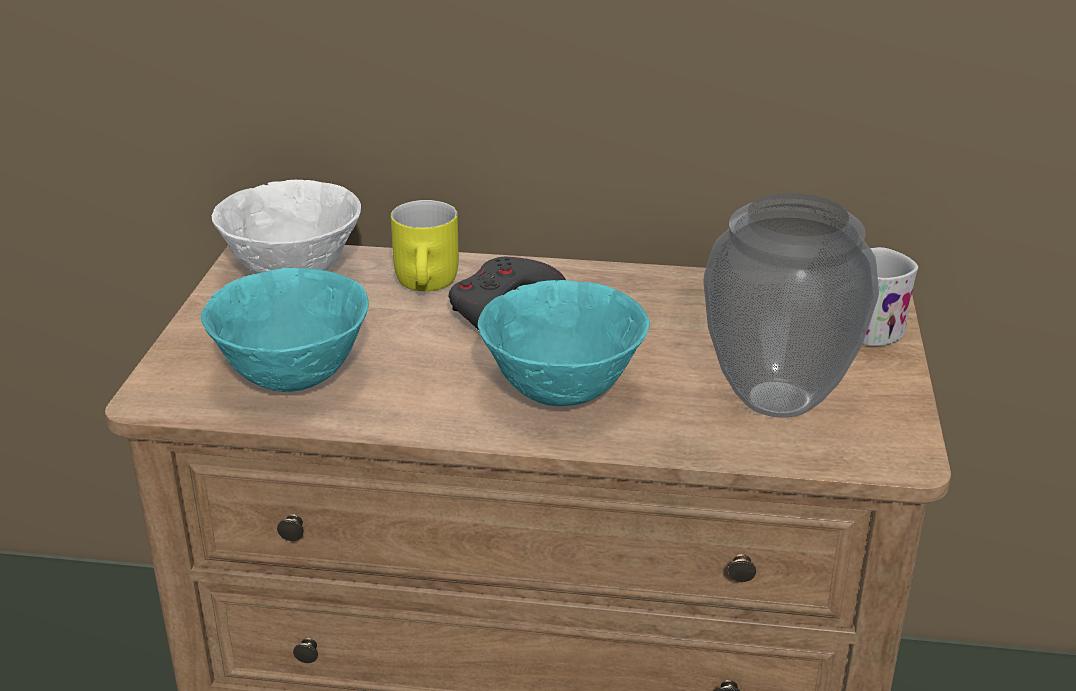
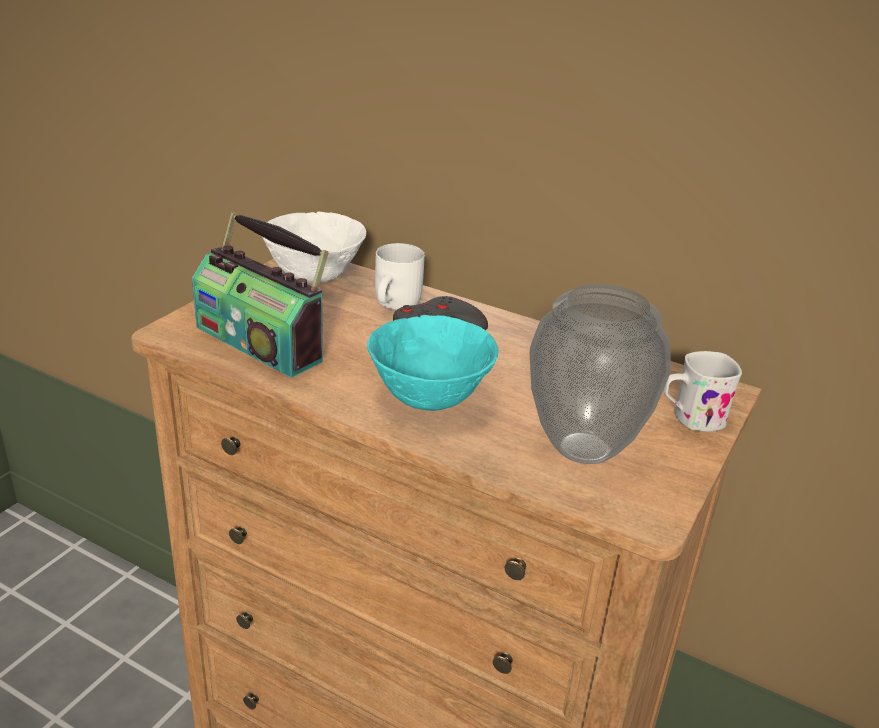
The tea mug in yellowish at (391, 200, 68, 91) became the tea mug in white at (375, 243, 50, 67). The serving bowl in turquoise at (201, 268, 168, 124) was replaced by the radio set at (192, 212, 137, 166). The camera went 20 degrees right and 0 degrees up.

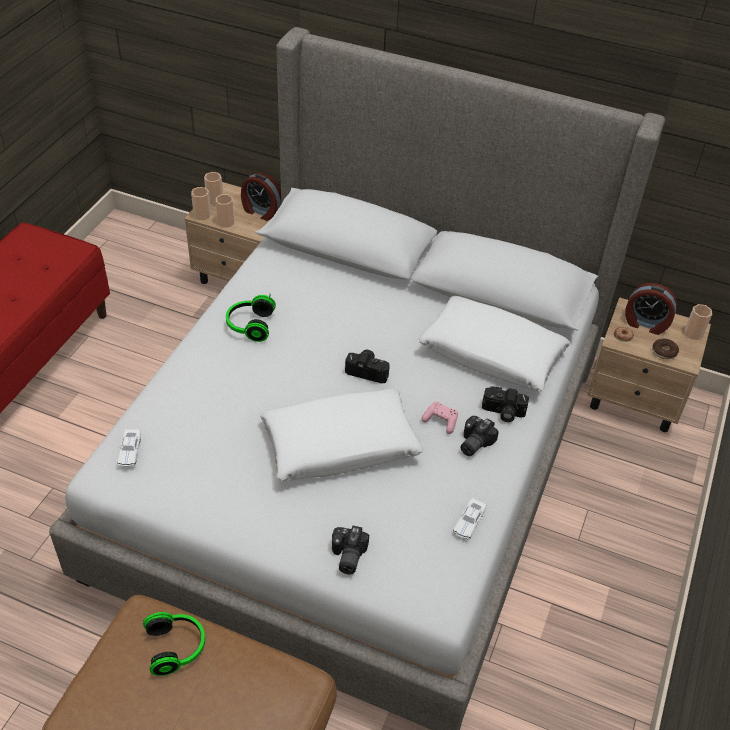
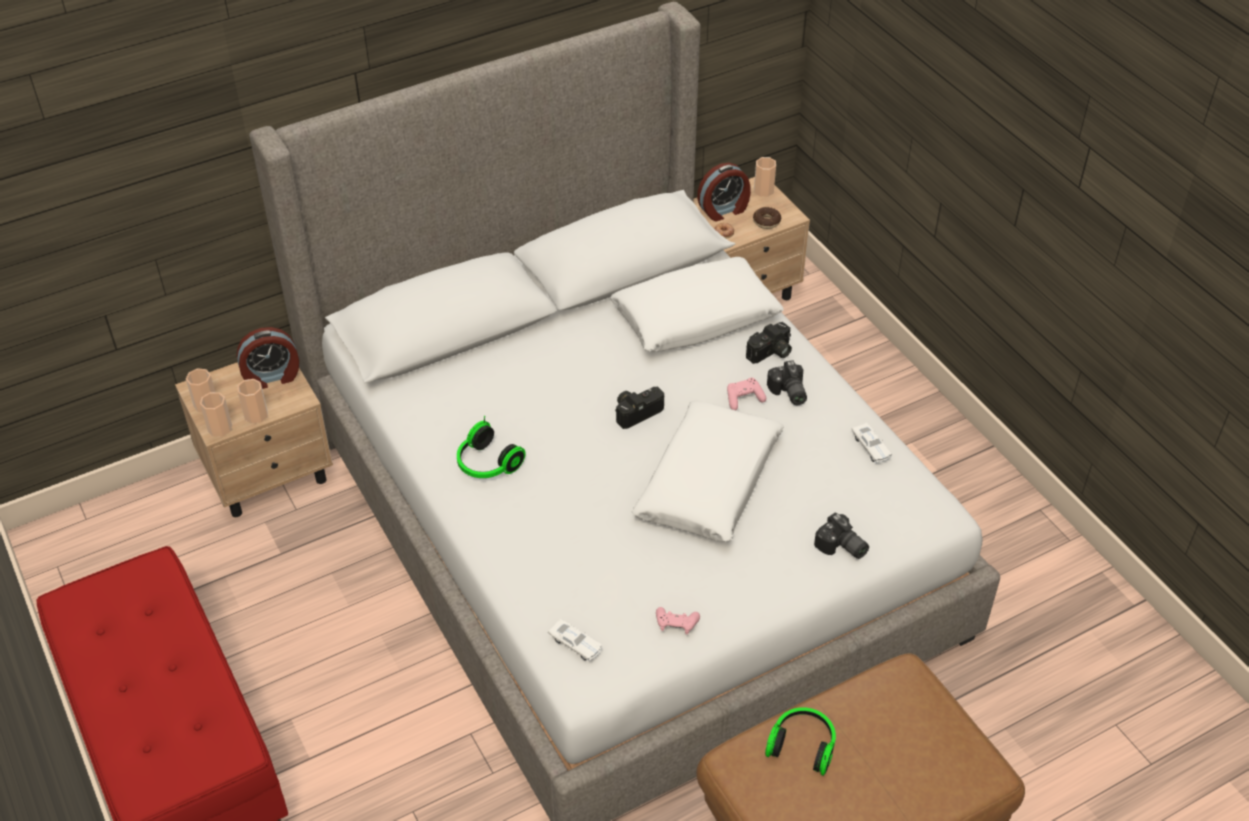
The game controller in pink at (656, 607, 44, 27) appeared. The camera went 50 degrees left and 0 degrees up.

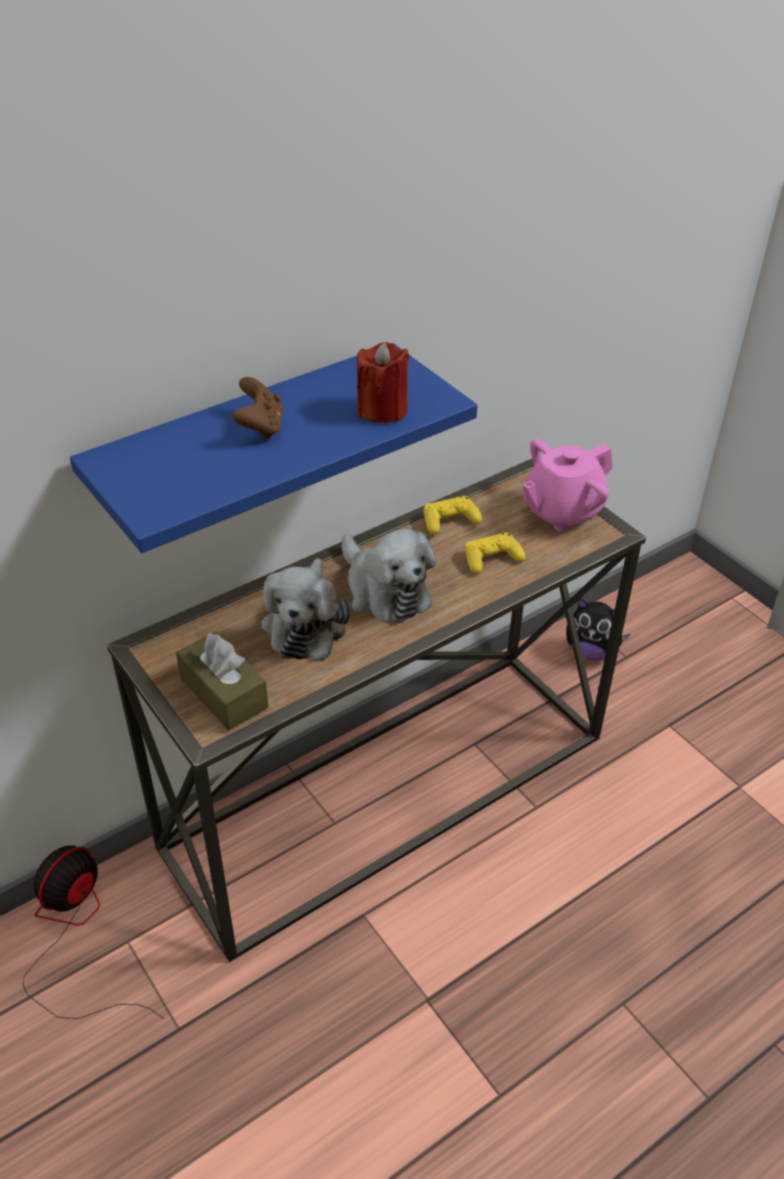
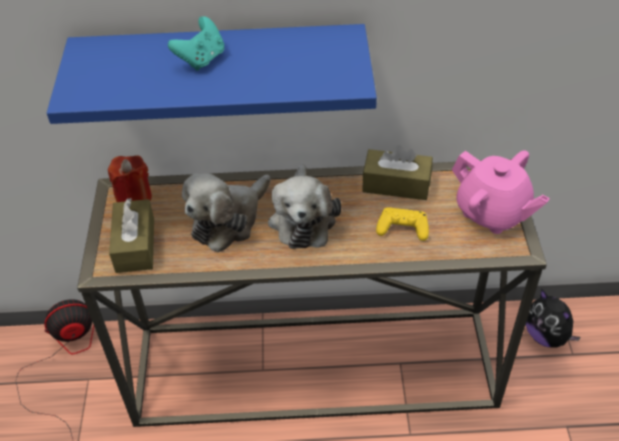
The candle in red moved from (357, 342, 52, 81) to (108, 155, 44, 47). The game controller in brownish at (232, 377, 52, 62) became the game controller in turquoise at (168, 16, 57, 55). The tea pot in pink at (523, 439, 89, 92) turned 135 degrees counterclockwise. The game controller in yellowish at (423, 496, 59, 38) was replaced by the tissue holder in brownish at (362, 145, 71, 55). The camera went 35 degrees right and 5 degrees up.

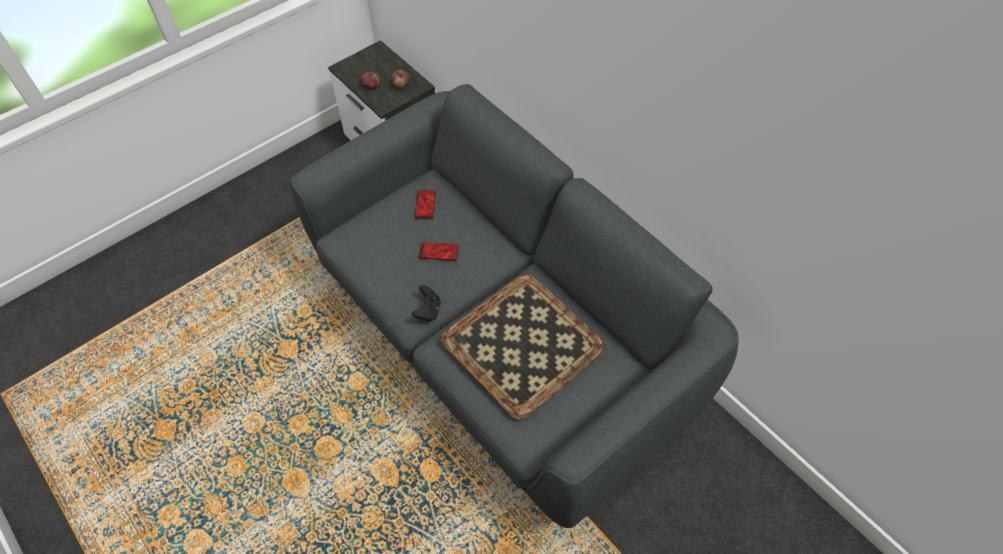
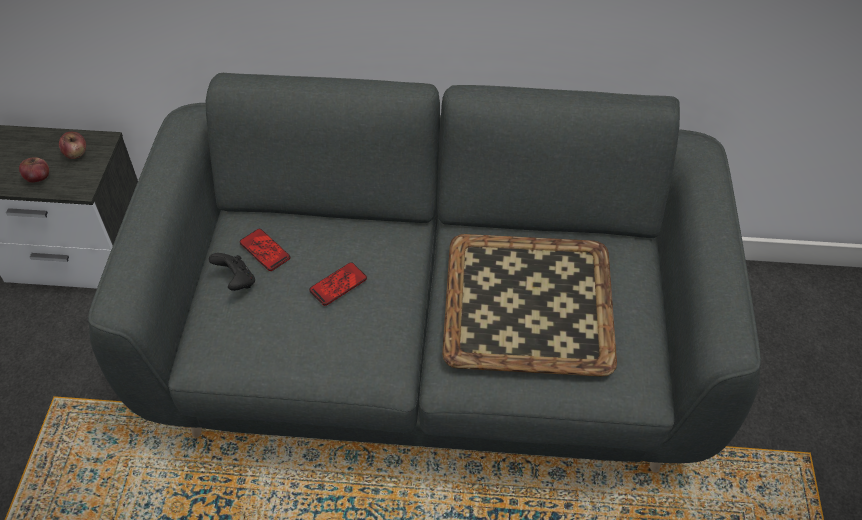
The game controller in blackish moved from (412, 285, 29, 36) to (209, 253, 46, 38). The camera went 45 degrees left and 5 degrees down.

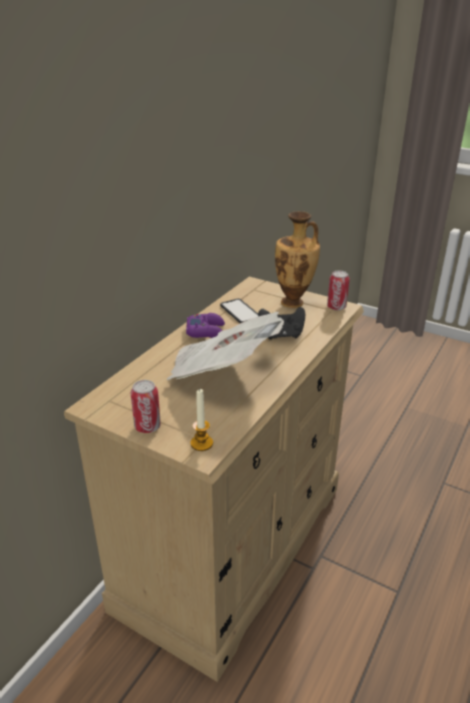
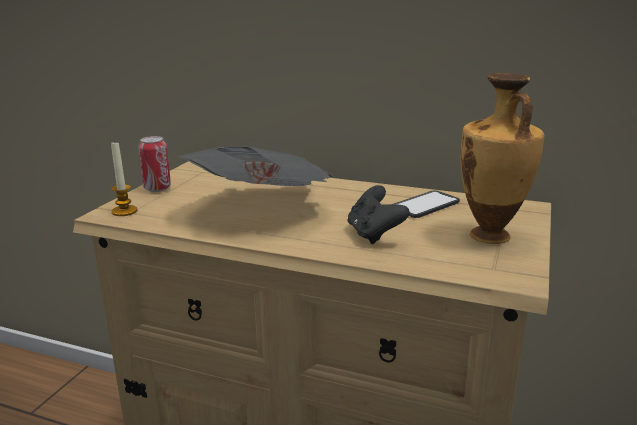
The can at (327, 271, 23, 40) disappeared. The game controller in purple-coloured at (186, 313, 39, 25) disappeared. The camera went 80 degrees right and 10 degrees down.

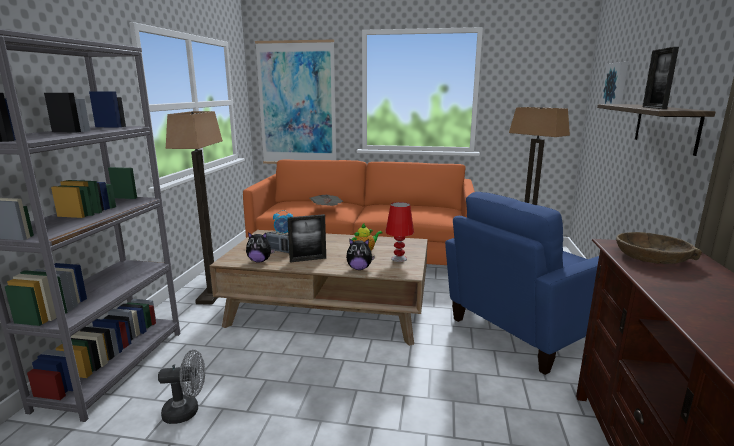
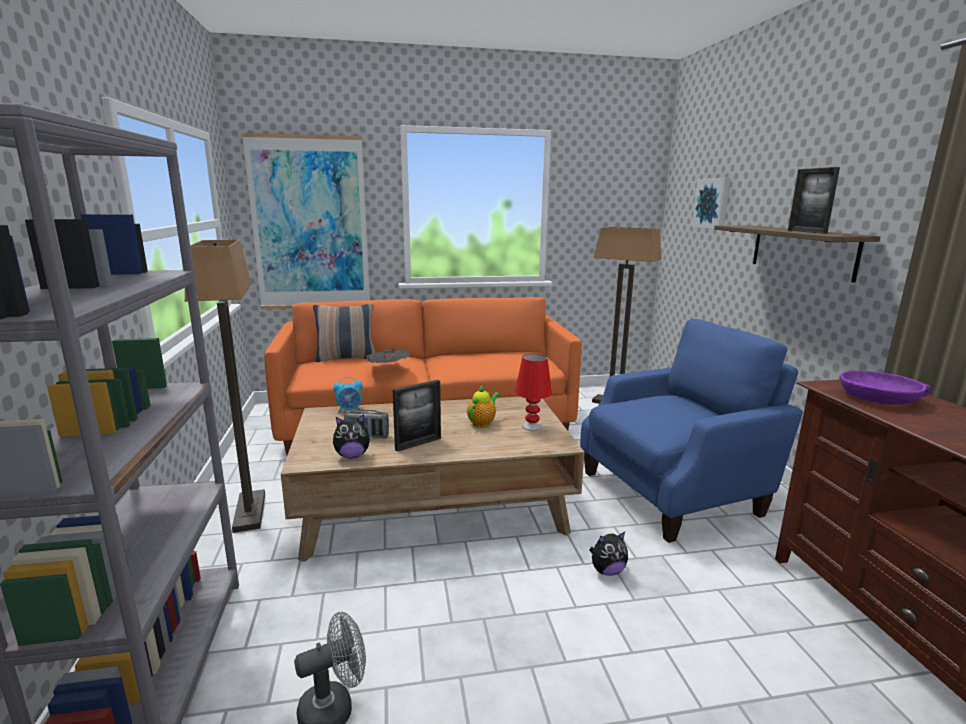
The easy chair in blue at (445, 192, 154, 183) turned 150 degrees counterclockwise. The serving bowl in brownish at (616, 232, 86, 32) became the serving bowl in purple-coloured at (840, 370, 91, 35). The soft toy moved from (346, 239, 29, 31) to (589, 532, 39, 44). The pillow at (313, 303, 63, 59) appeared. The camera went 20 degrees left and 0 degrees up.

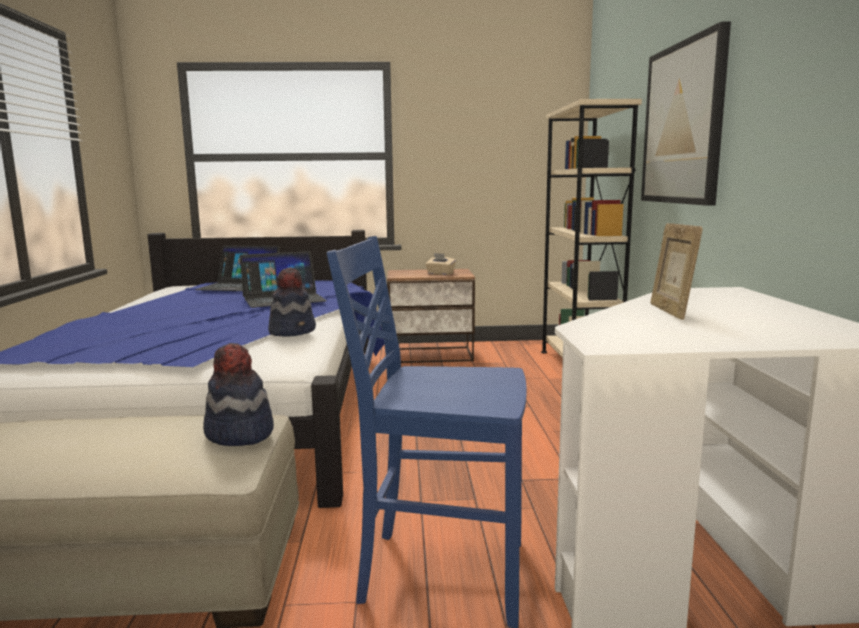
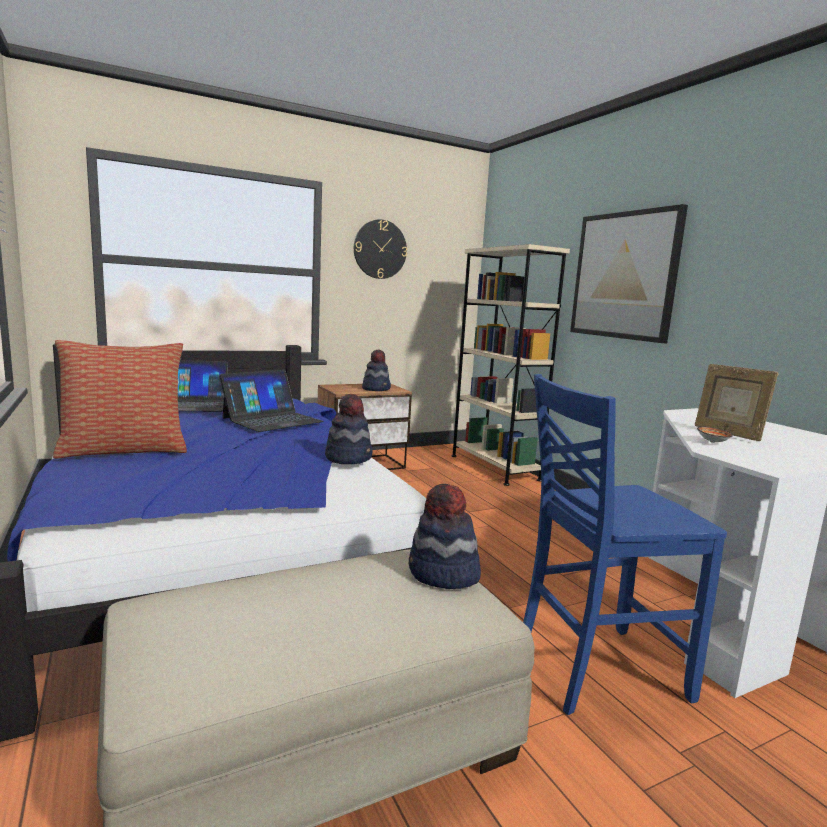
The tissue holder in beige-coloured at (425, 253, 31, 22) was replaced by the hat at (362, 350, 29, 41). The hanging clock at (354, 219, 53, 60) appeared. The pillow at (53, 340, 134, 119) appeared. The serving bowl at (697, 426, 36, 17) appeared. The camera went 25 degrees left and 0 degrees up.

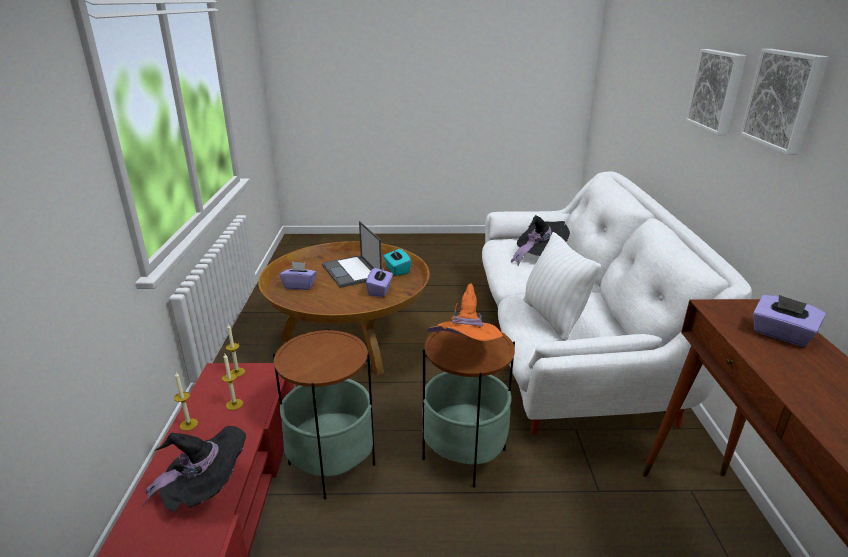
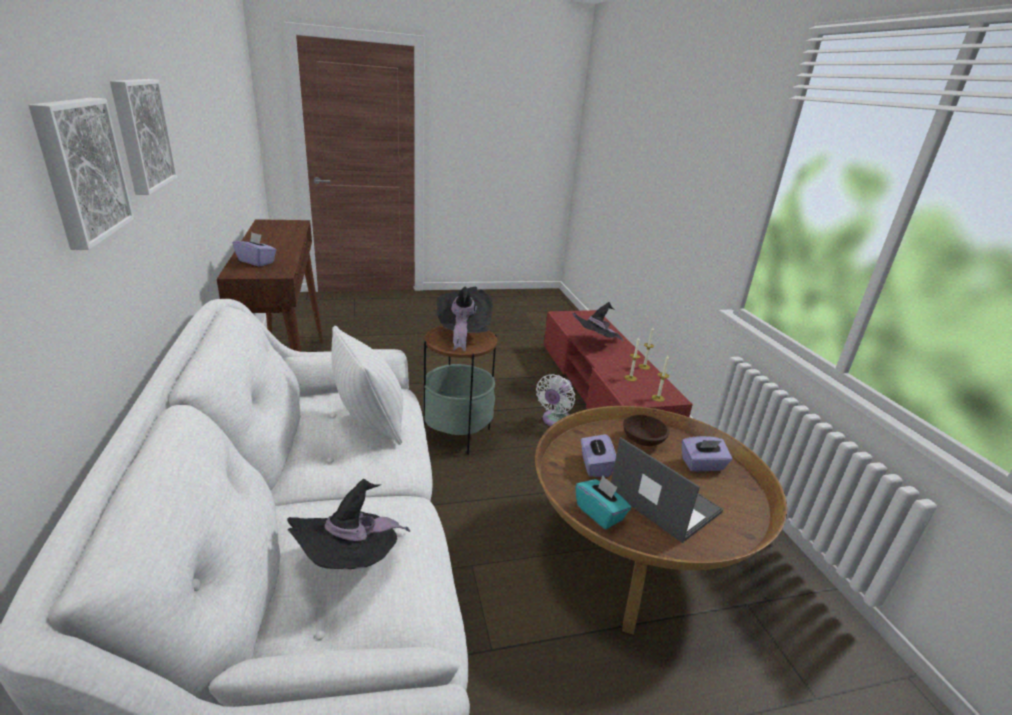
The hat in orange-coloured at (427, 283, 76, 58) became the hat in blackish at (437, 287, 56, 65). The end table at (273, 329, 102, 170) was replaced by the fan in white at (536, 374, 39, 52). The serving bowl in brownish at (623, 415, 47, 31) appeared. The camera went 165 degrees right and 0 degrees up.

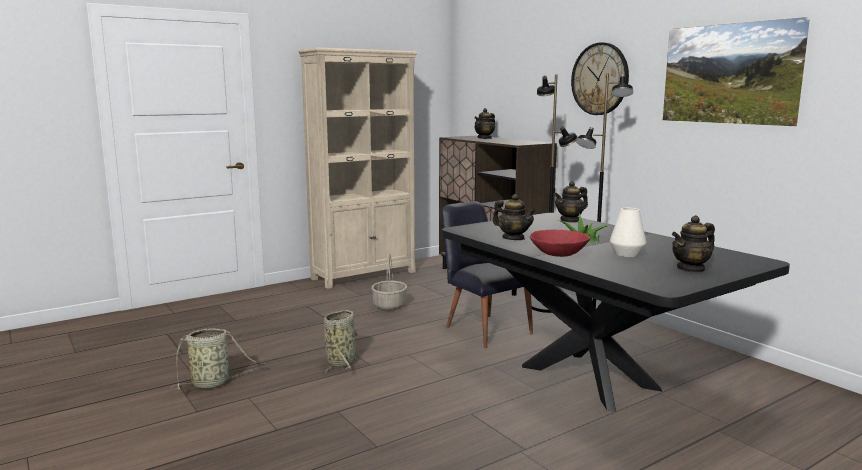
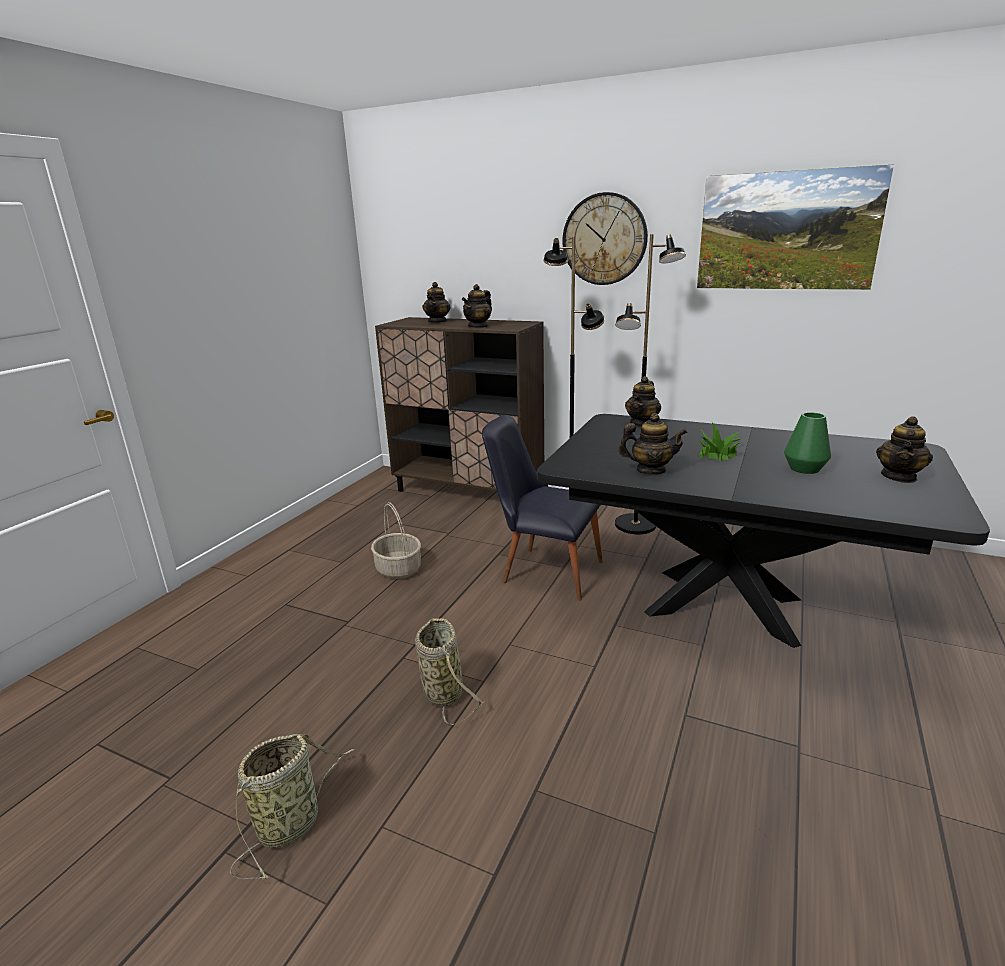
The shelving unit in beige-coloured at (298, 47, 120, 242) disappeared. The decorative vase in white at (610, 208, 36, 49) became the decorative vase in green at (784, 412, 47, 62). The serving bowl in red at (530, 230, 60, 27) disappeared. The tea pot at (462, 284, 30, 44) appeared. The camera went 30 degrees left and 10 degrees up.

